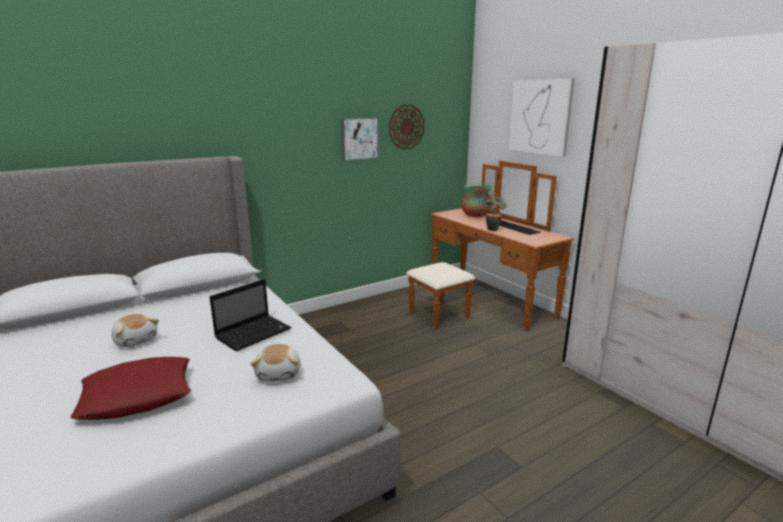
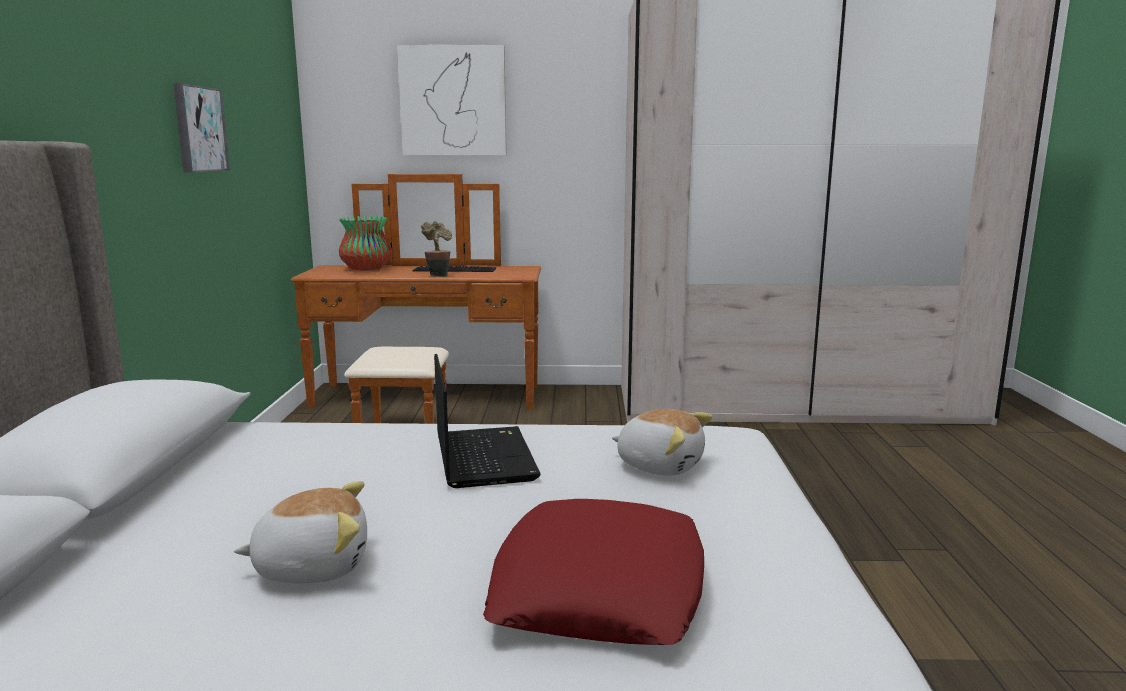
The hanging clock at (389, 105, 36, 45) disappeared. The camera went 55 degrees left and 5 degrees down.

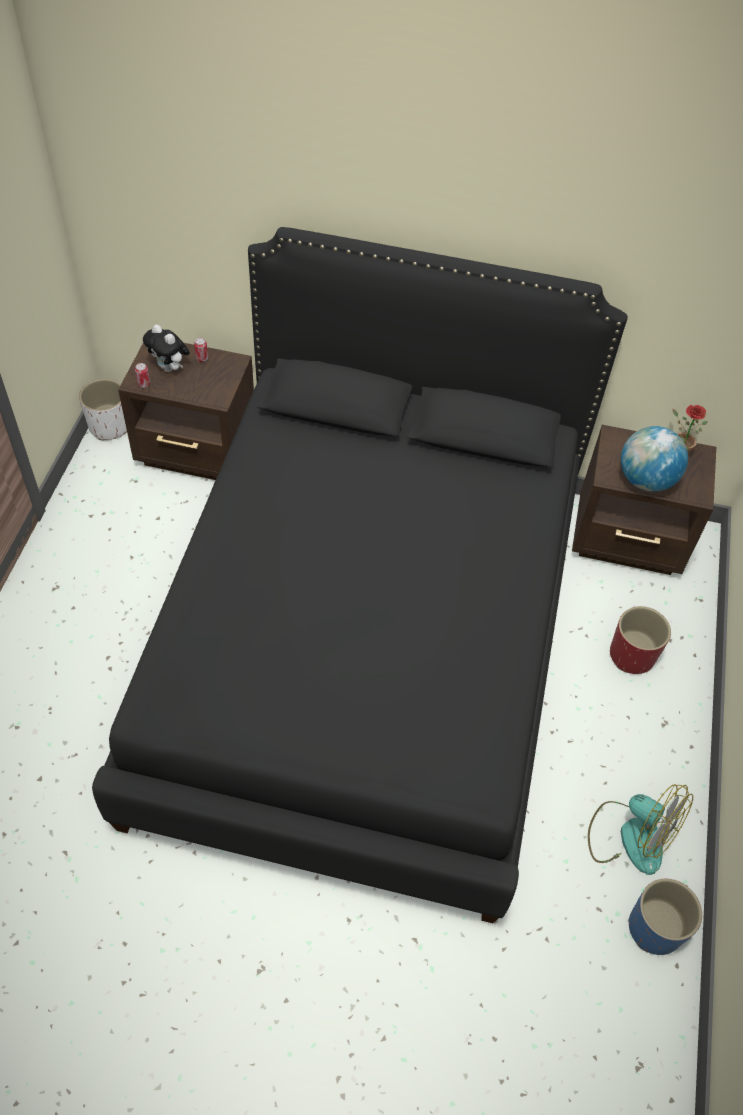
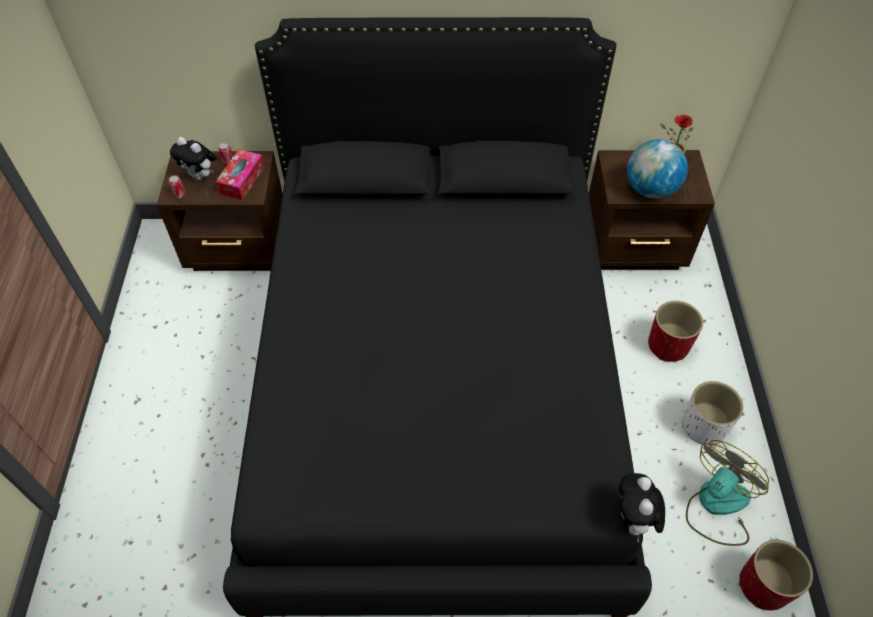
The flower pot in white moved from (79, 379, 48, 61) to (682, 381, 61, 65). The fan at (588, 784, 105, 91) turned 75 degrees counterclockwise. The flower pot in blue at (629, 879, 73, 76) became the flower pot in red at (740, 540, 73, 70). The tissue holder at (216, 149, 48, 51) appeared. The soft toy at (619, 473, 46, 69) appeared. The camera went 10 degrees left and 0 degrees up.

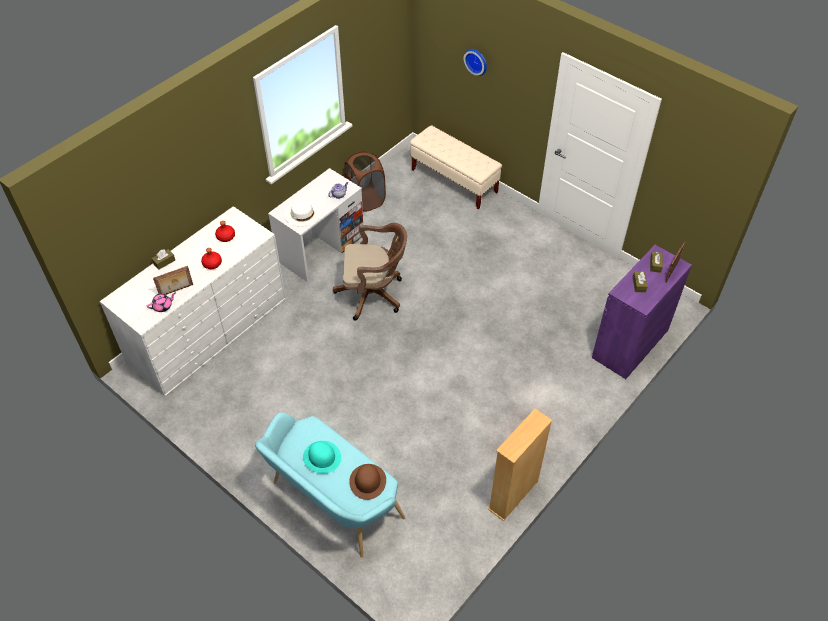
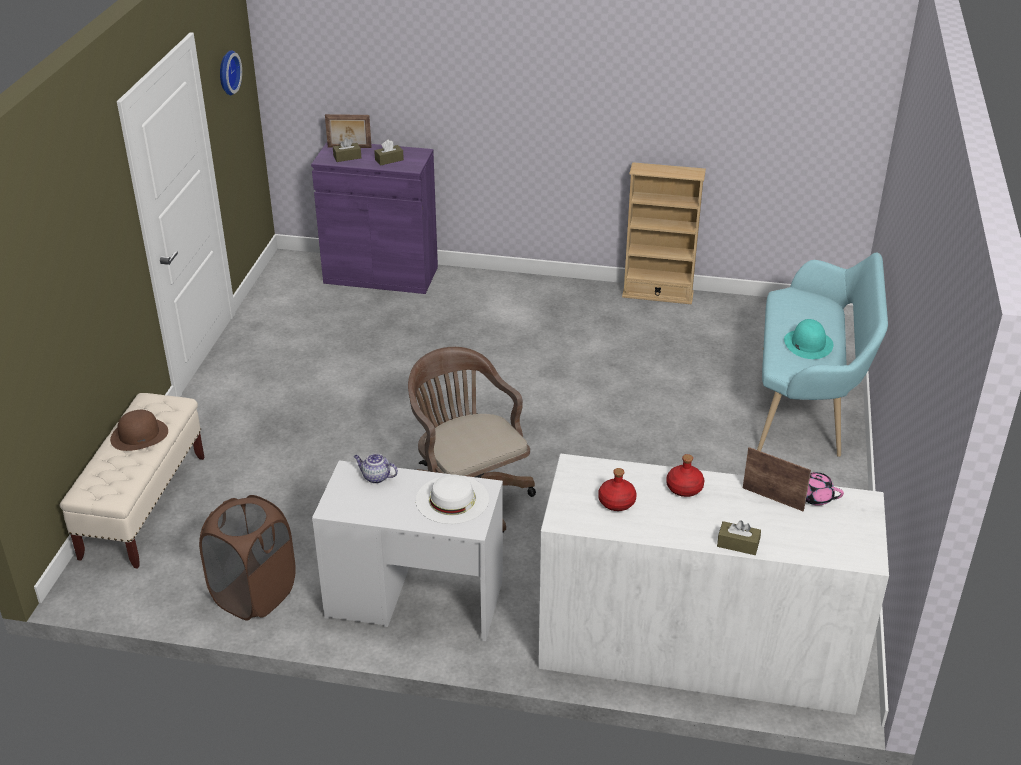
The hanging clock moved from (464, 49, 23, 27) to (220, 50, 22, 45). The hat in brownish moved from (349, 464, 37, 36) to (110, 410, 58, 41). The camera went 120 degrees left and 15 degrees down.

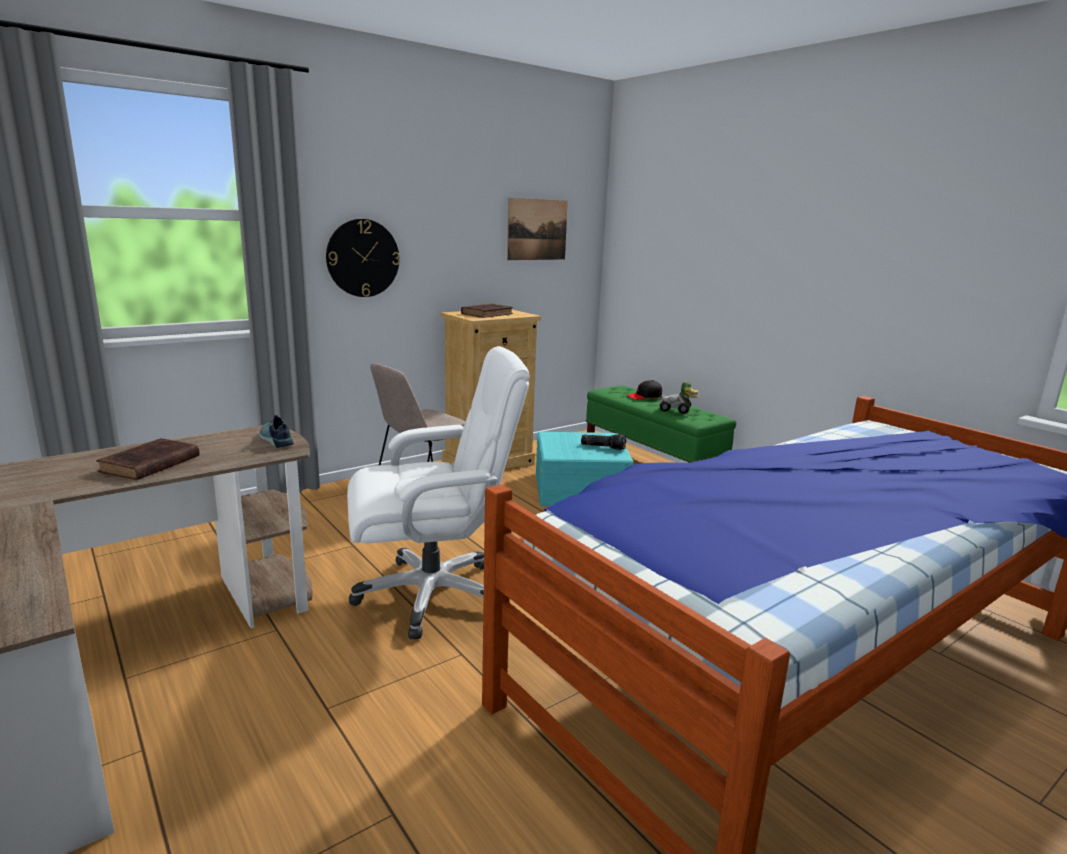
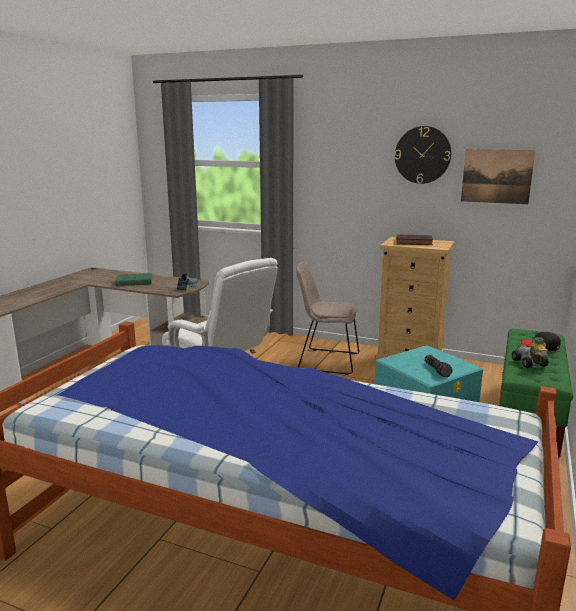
The hanging clock moved from (326, 219, 74, 78) to (395, 126, 56, 58). The bound book in brownish at (96, 438, 103, 42) became the bound book in green at (115, 273, 37, 13). The camera went 60 degrees right and 0 degrees up.

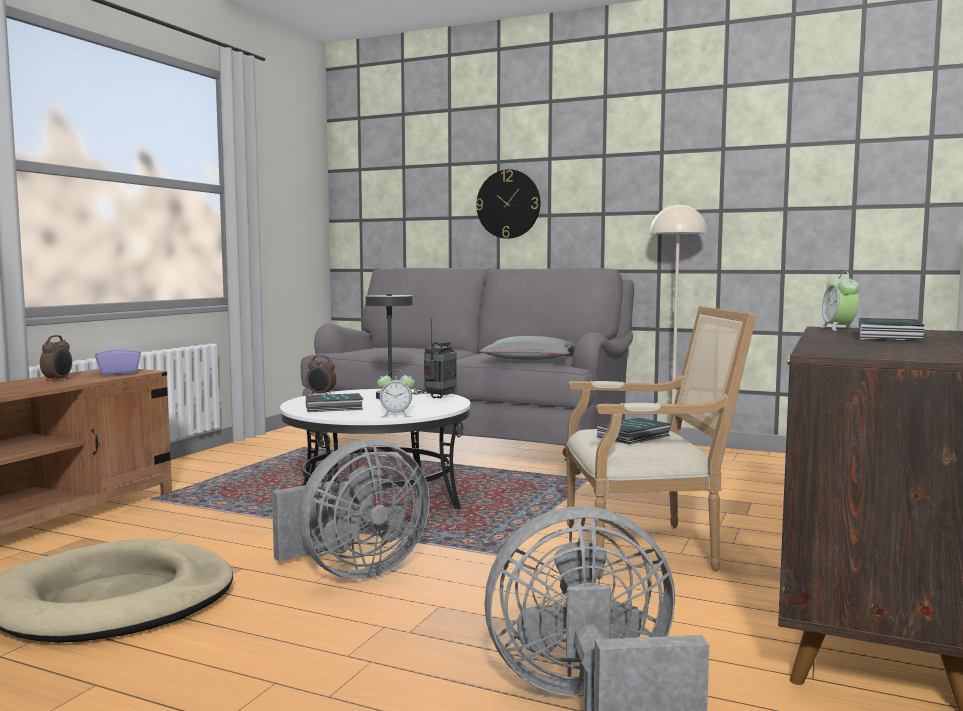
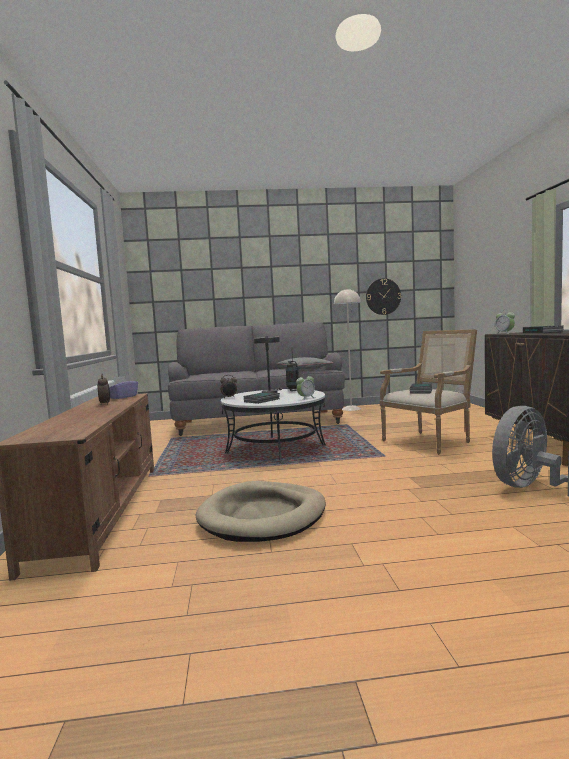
The hanging clock moved from (476, 169, 64, 70) to (366, 278, 35, 37). The fan in grey at (272, 440, 158, 139) disappeared. The camera went 30 degrees left and 0 degrees up.

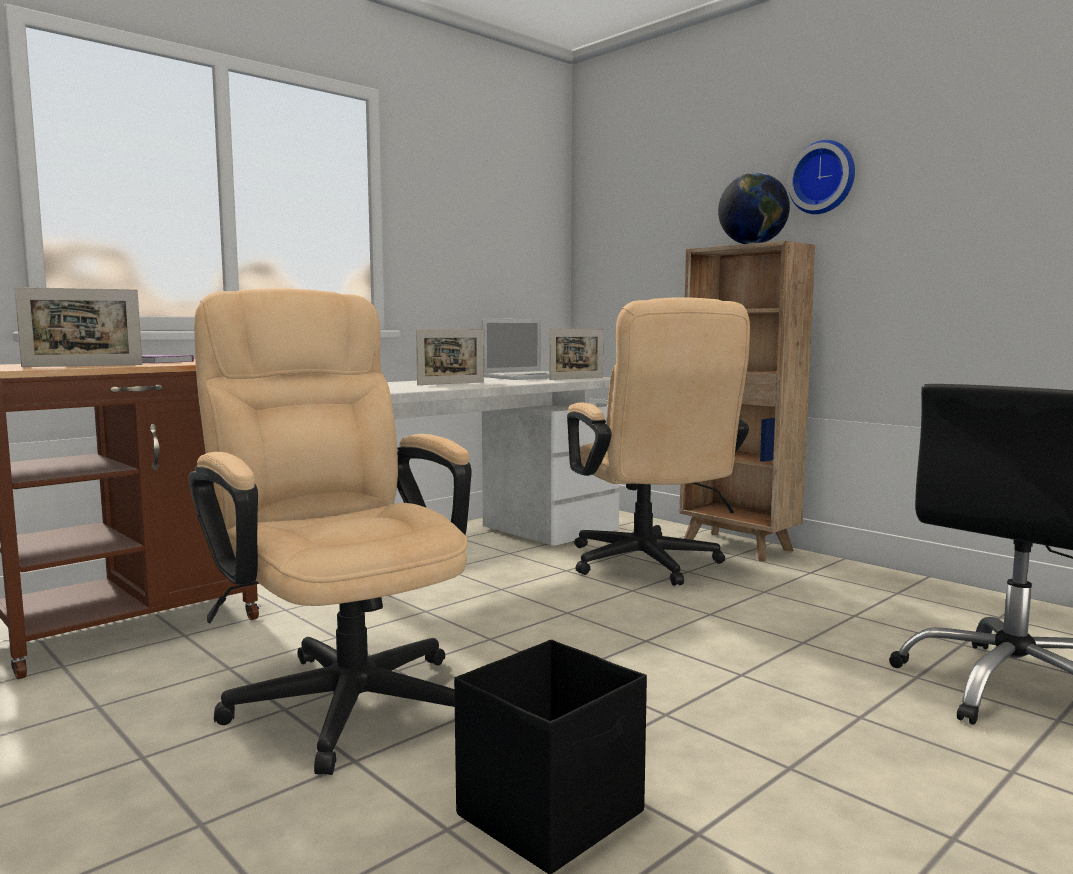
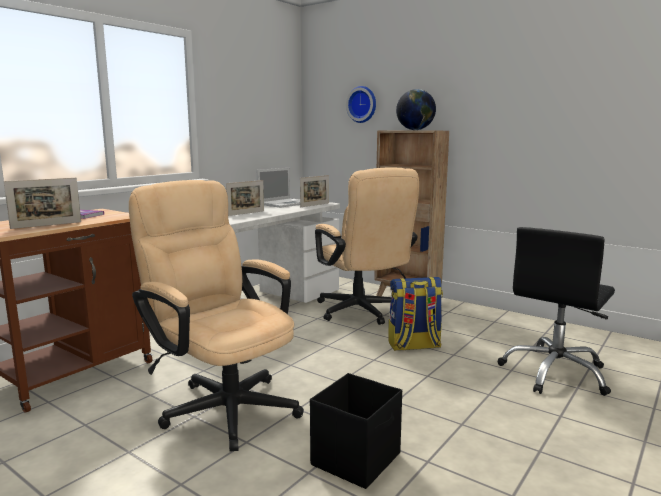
The hanging clock moved from (788, 140, 67, 74) to (346, 86, 30, 37). The backpack at (388, 277, 55, 74) appeared. The camera went 10 degrees left and 5 degrees up.

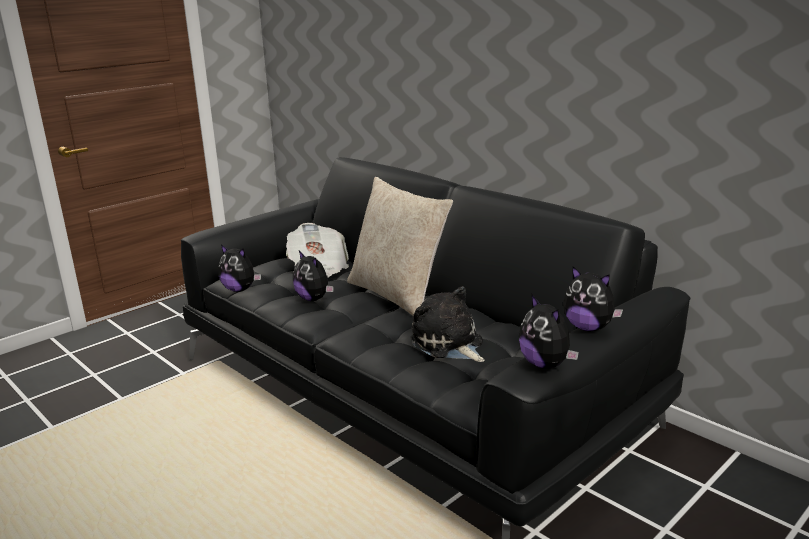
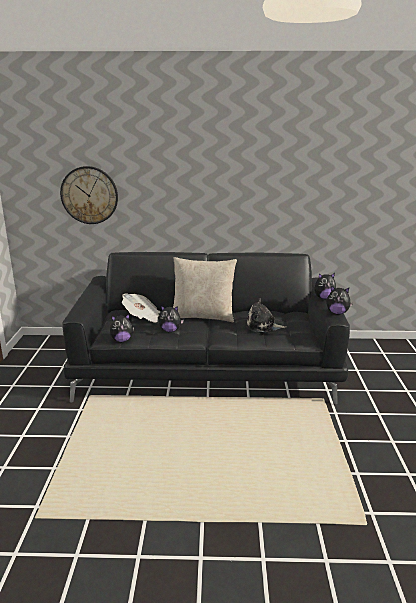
The hanging clock at (60, 166, 58, 58) appeared. The camera went 45 degrees left and 0 degrees up.

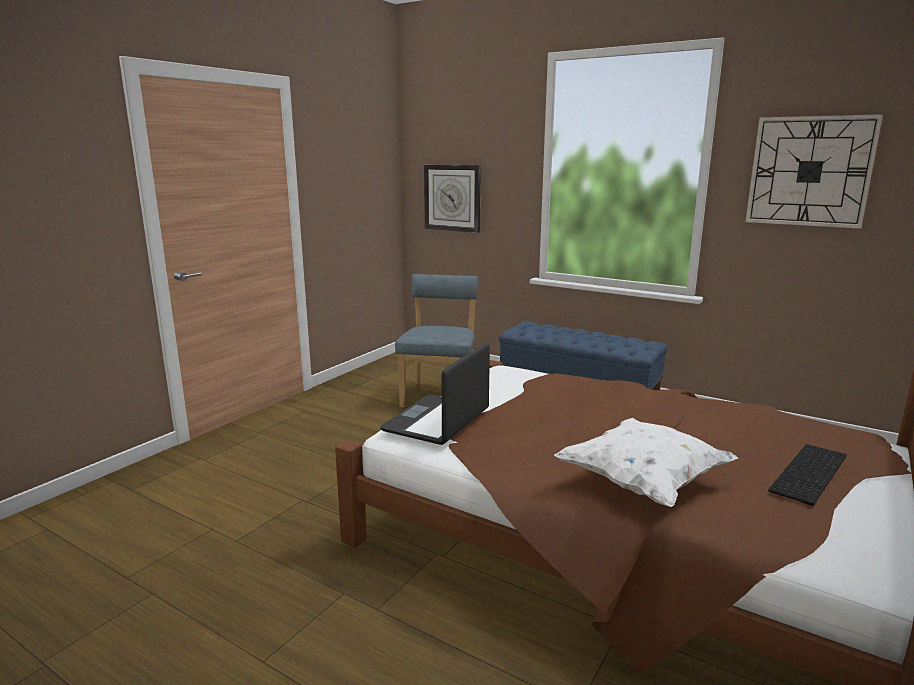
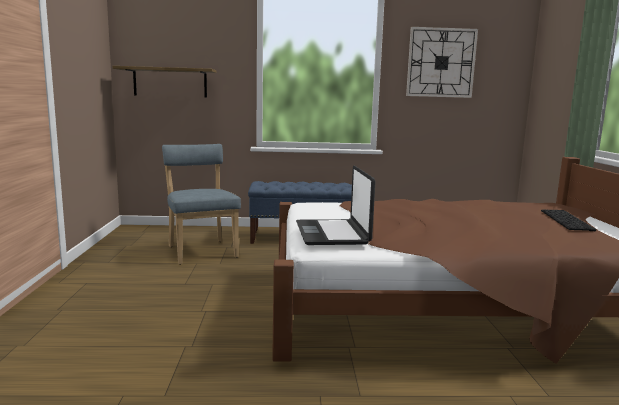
The hanging clock at (424, 165, 57, 68) was replaced by the wall shelf at (112, 66, 105, 31). The pillow in white at (554, 418, 184, 89) disappeared. The camera went 35 degrees left and 5 degrees down.

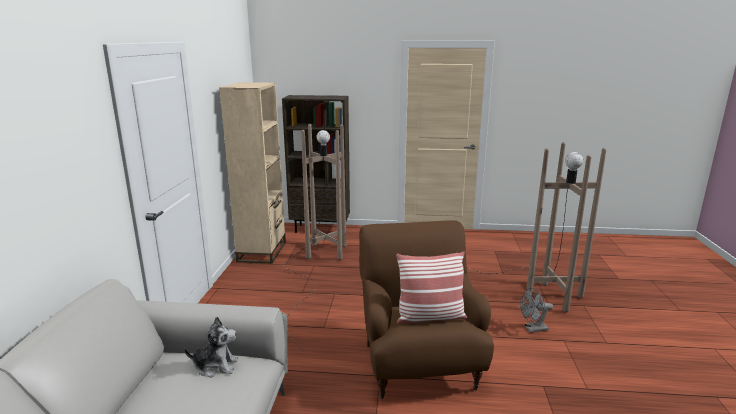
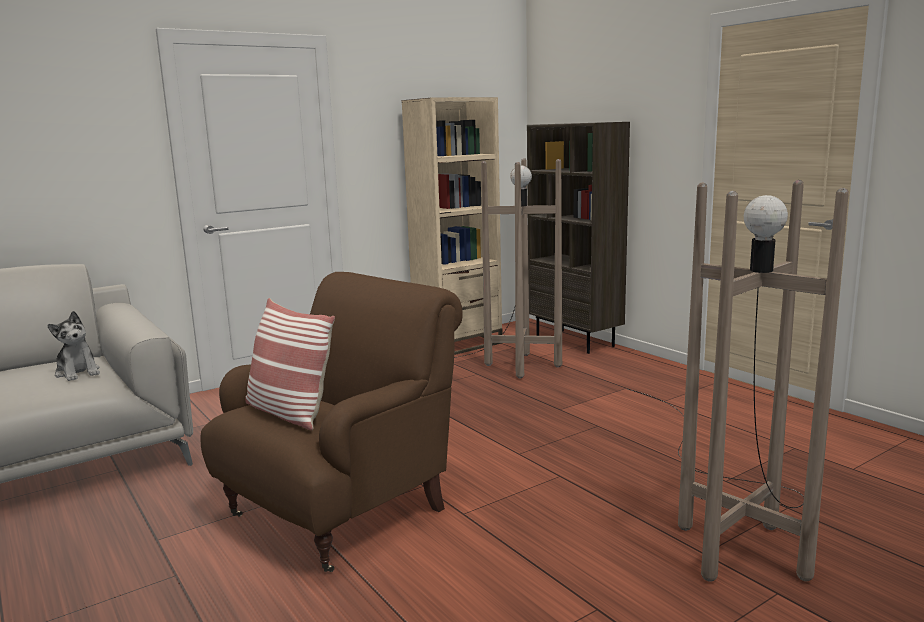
The fan in grey at (520, 288, 33, 45) disappeared. The camera went 50 degrees right and 5 degrees down.

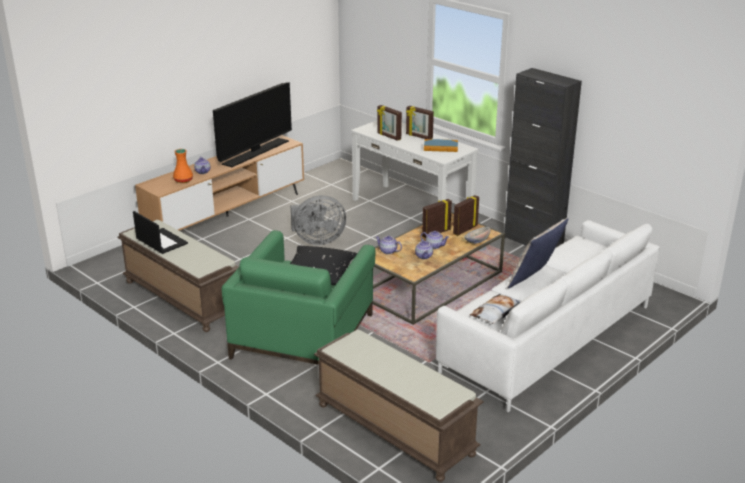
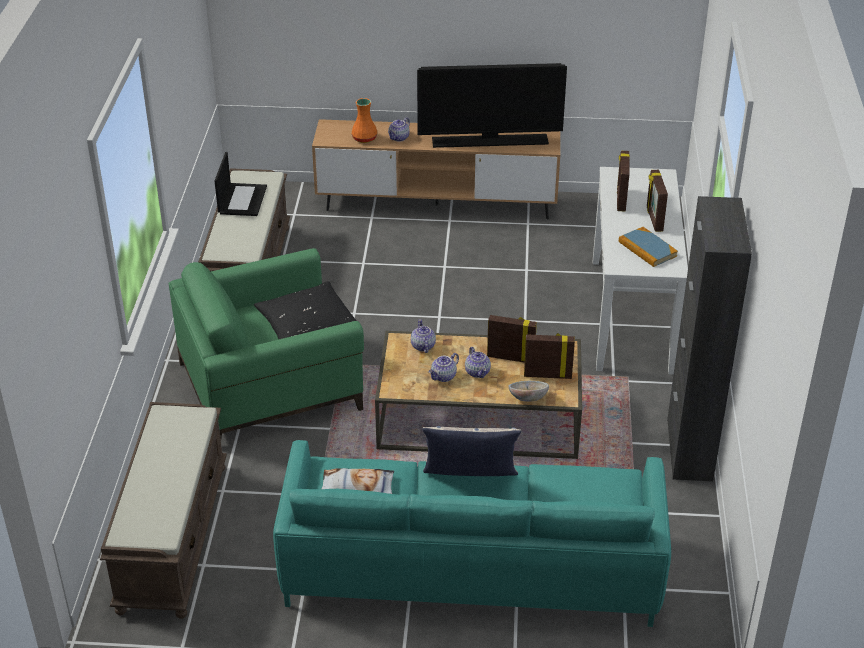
The fan in grey at (291, 195, 55, 50) disappeared. The couch in white at (436, 220, 224, 192) became the couch in turquoise at (273, 440, 398, 187). The camera went 50 degrees right and 10 degrees up.

